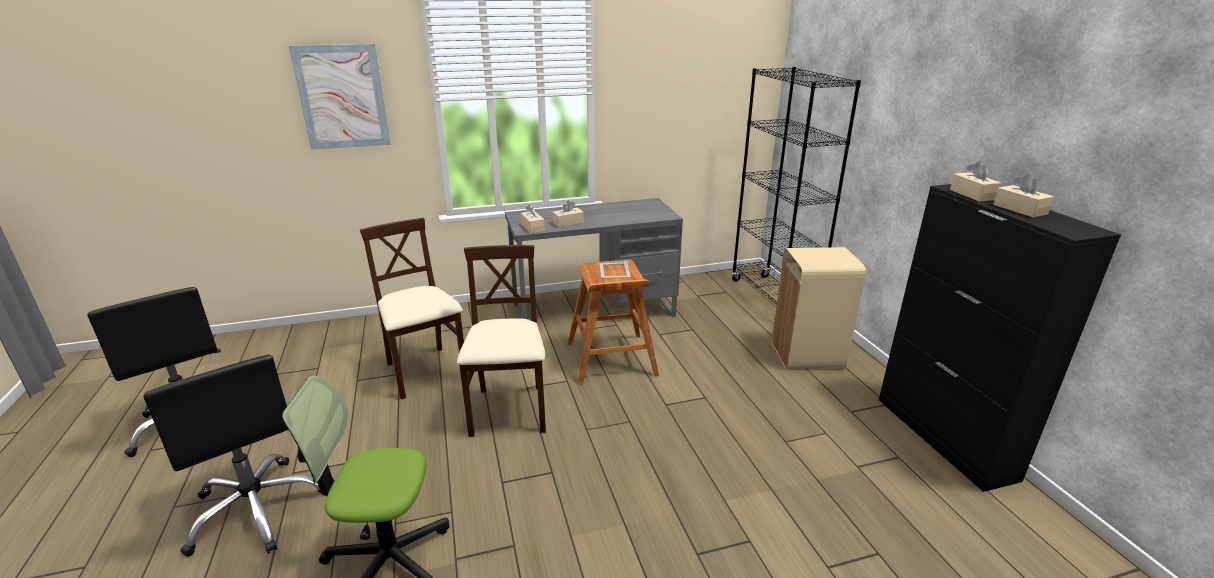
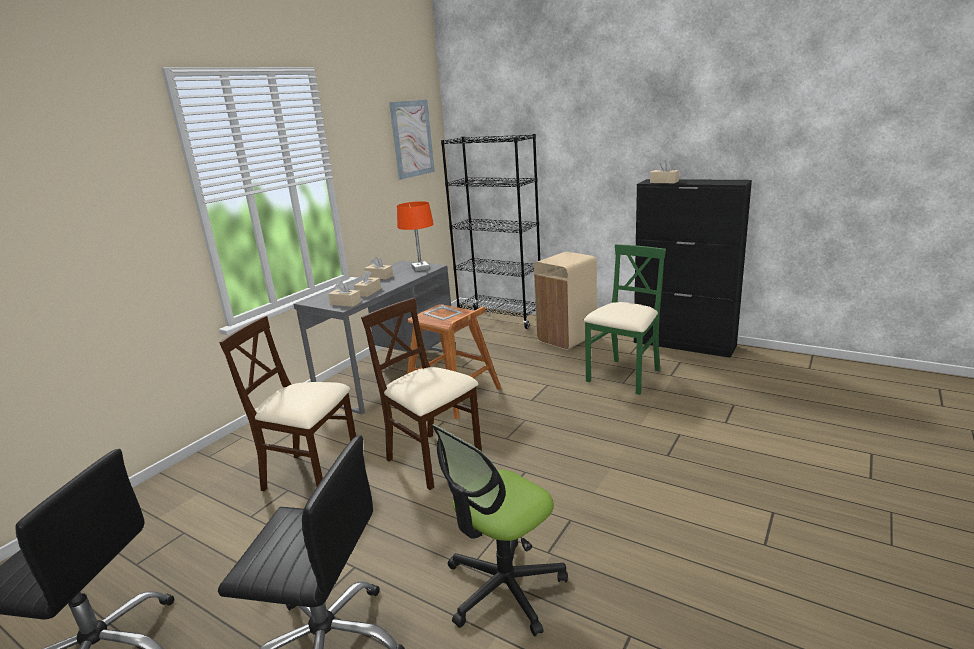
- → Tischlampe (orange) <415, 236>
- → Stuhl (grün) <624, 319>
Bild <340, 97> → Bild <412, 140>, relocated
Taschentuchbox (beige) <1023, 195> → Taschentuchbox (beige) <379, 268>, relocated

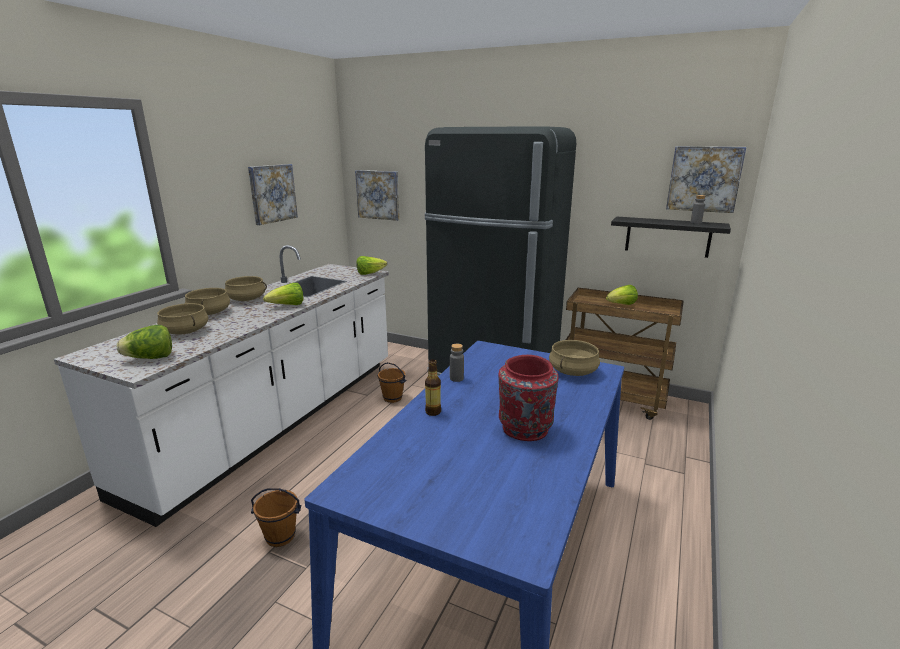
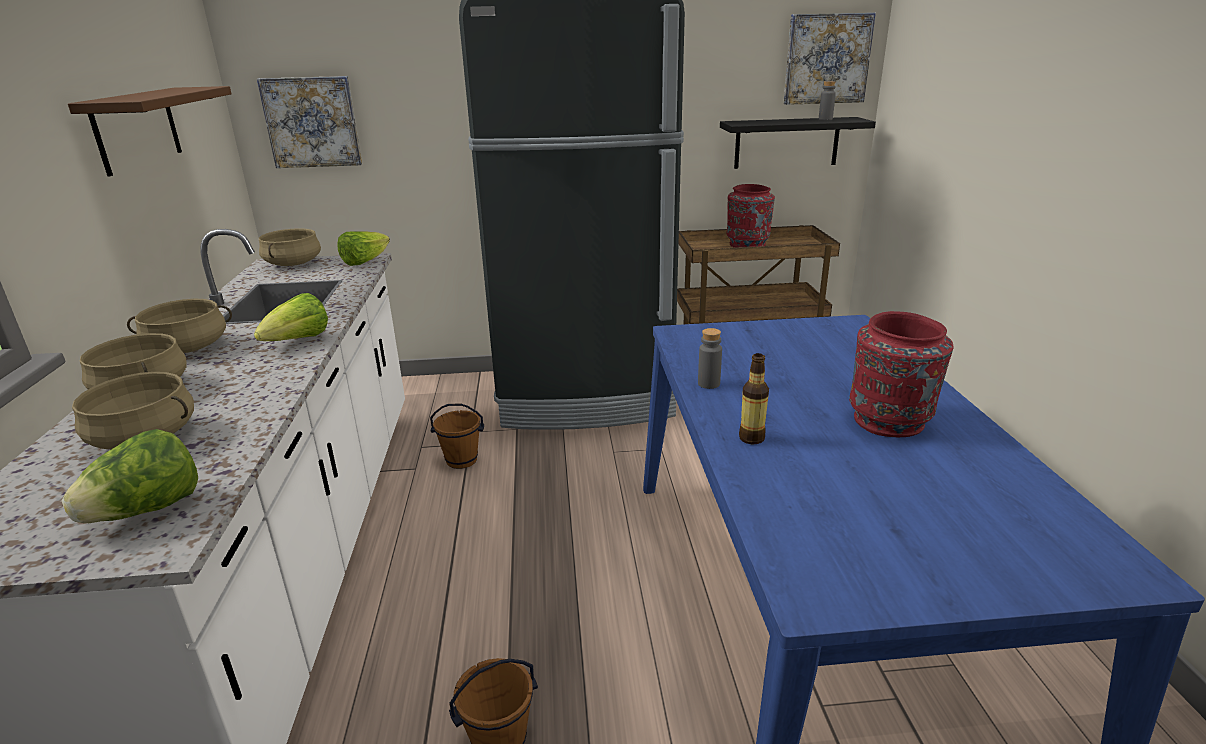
Kochtopf (beige) <574, 358> → Kochtopf (beige) <290, 247>, relocated
Bild <273, 194> → Wandregal (braun) <150, 131>
Salatkopf <622, 295> → Vase (rot) <750, 216>

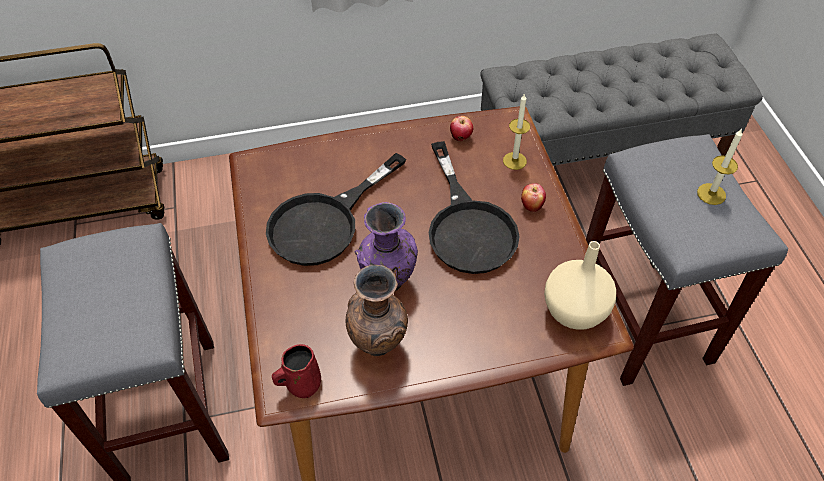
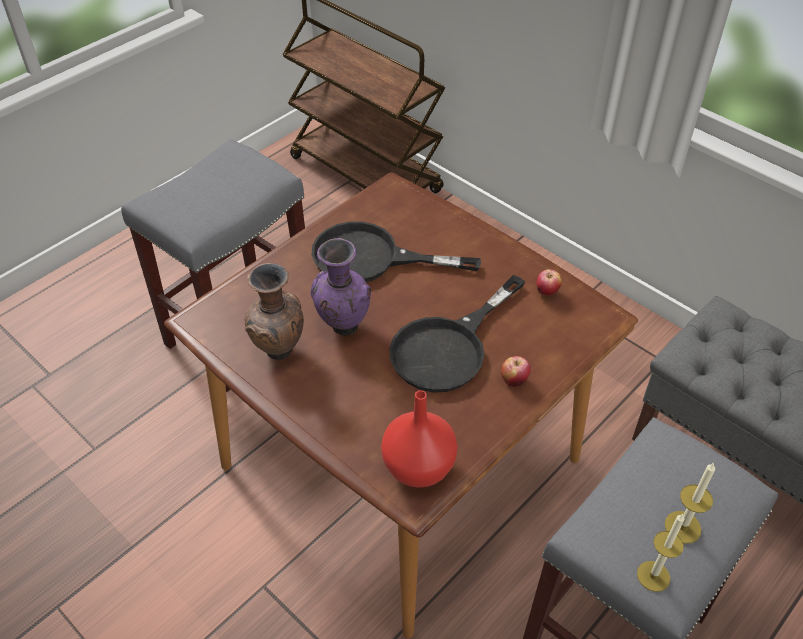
Henkelbecher (rot) <296, 371> → -
Kerze <516, 131> → Kerze <660, 553>, relocated
Vase (beige) <580, 285> → Vase (rot) <419, 439>

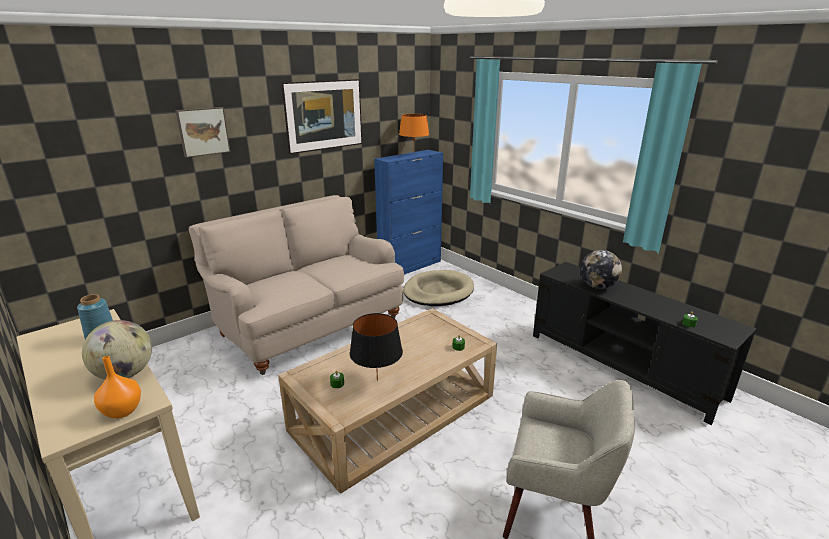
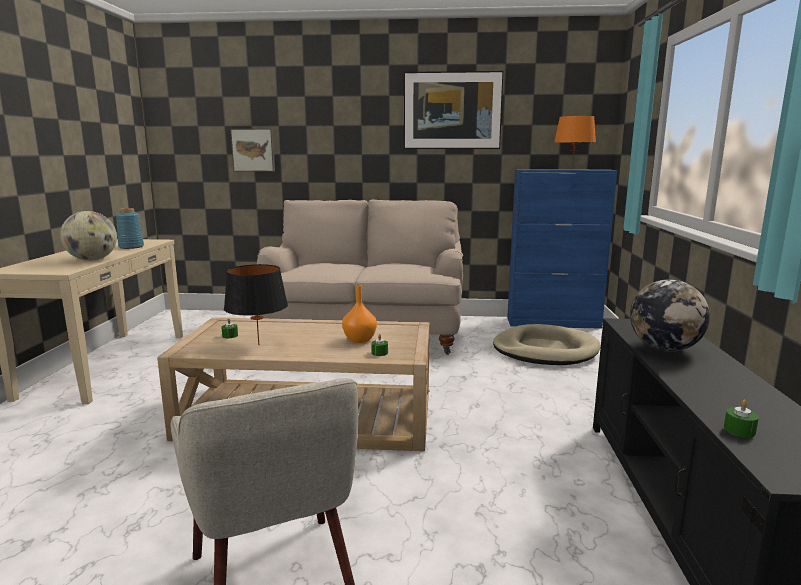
Vase (orange) <117, 387> → Vase (orange) <359, 314>, relocated
Bild <202, 132> → Bild <252, 150>, relocated

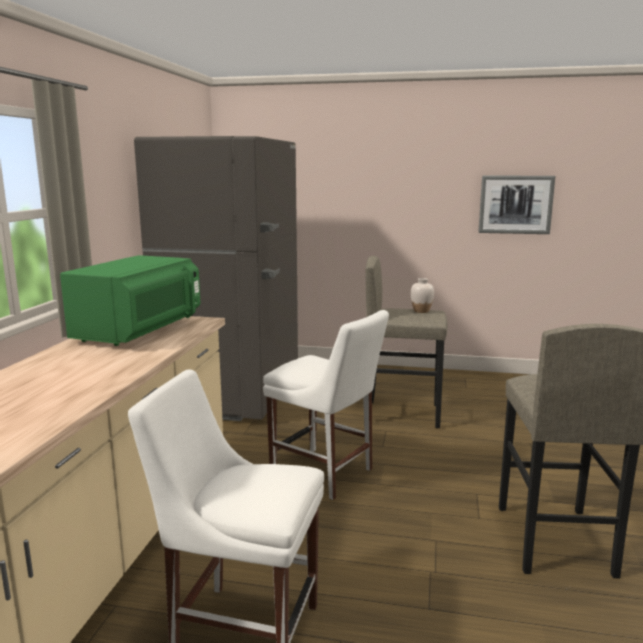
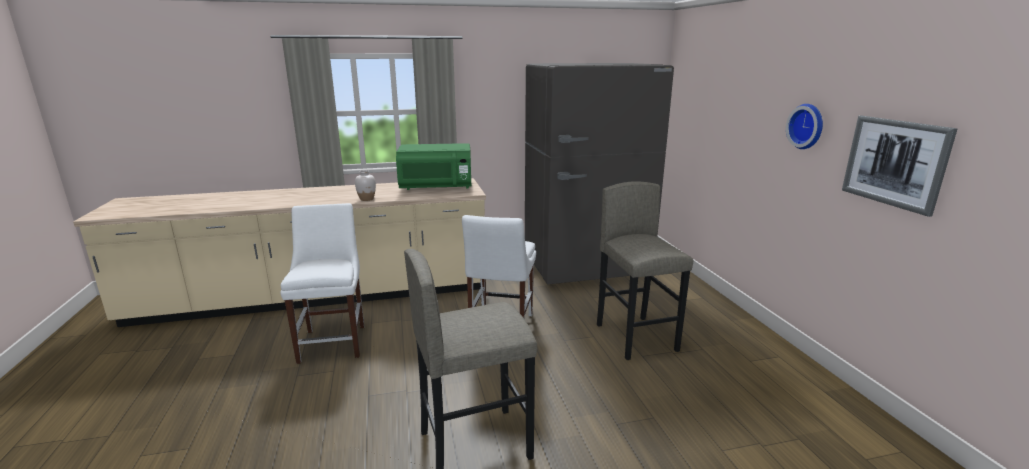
- → Wanduhr <804, 126>
Vase (weiß) <422, 295> → Vase (weiß) <365, 185>, relocated

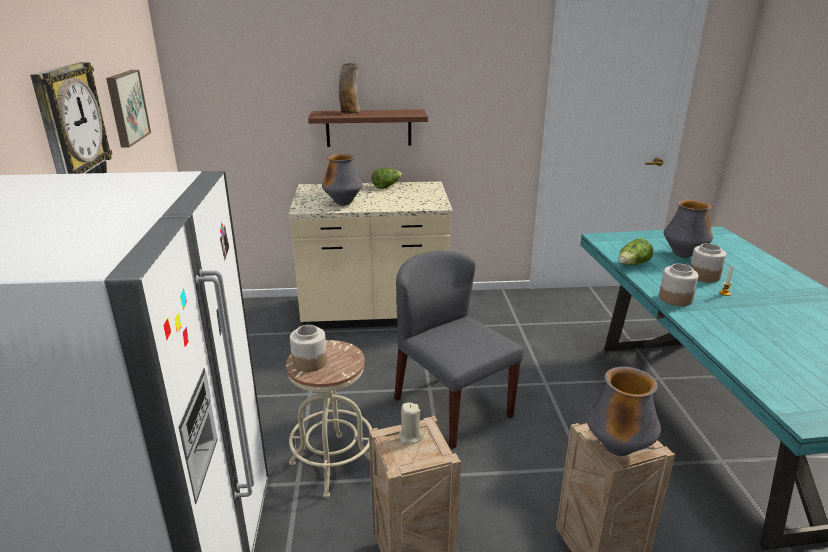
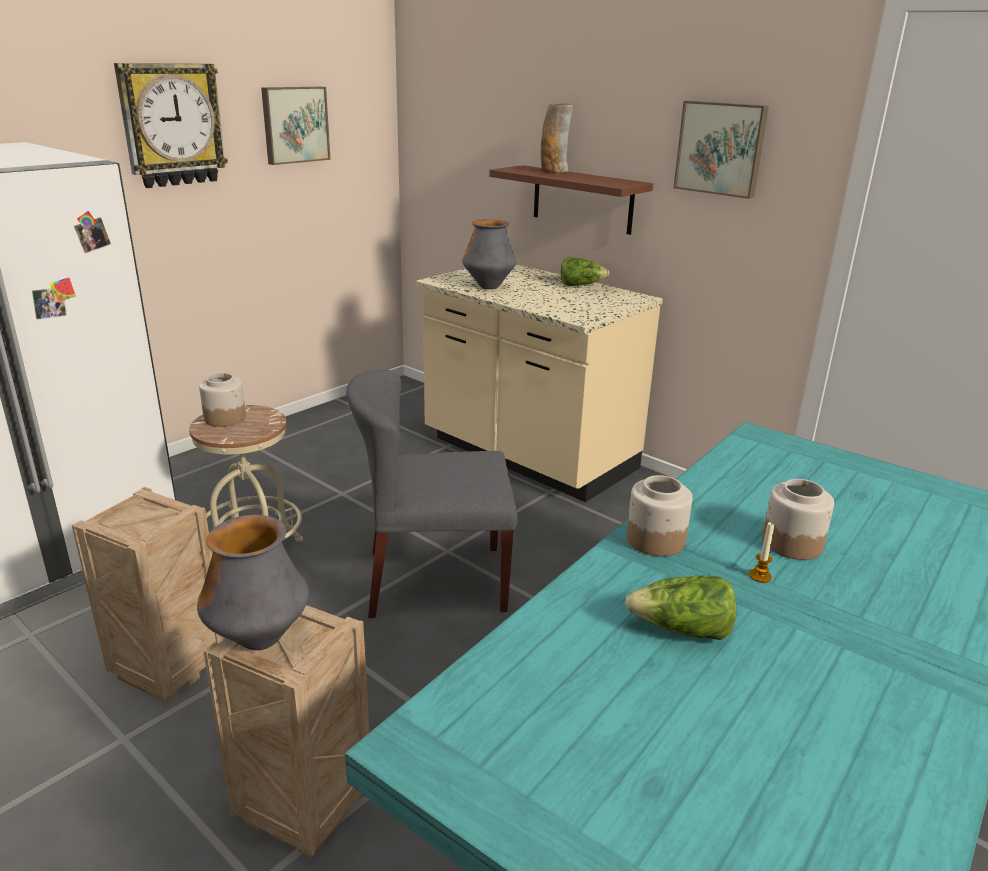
Kerze (beige) <410, 423> → -
Vase <688, 229> → -
- → Bild <721, 150>
Salatkopf <636, 252> → Salatkopf <680, 608>, relocated
Stuhl (grau) <459, 350> → Stuhl (grau) <432, 493>, 105 degrees counterclockwise

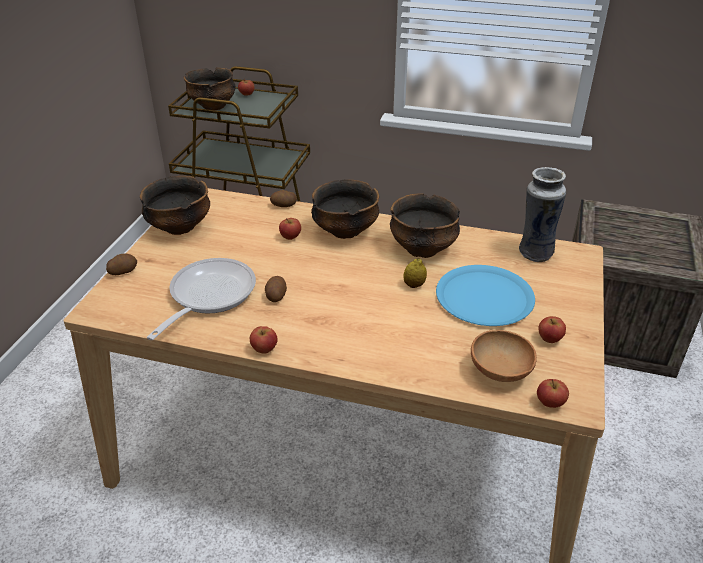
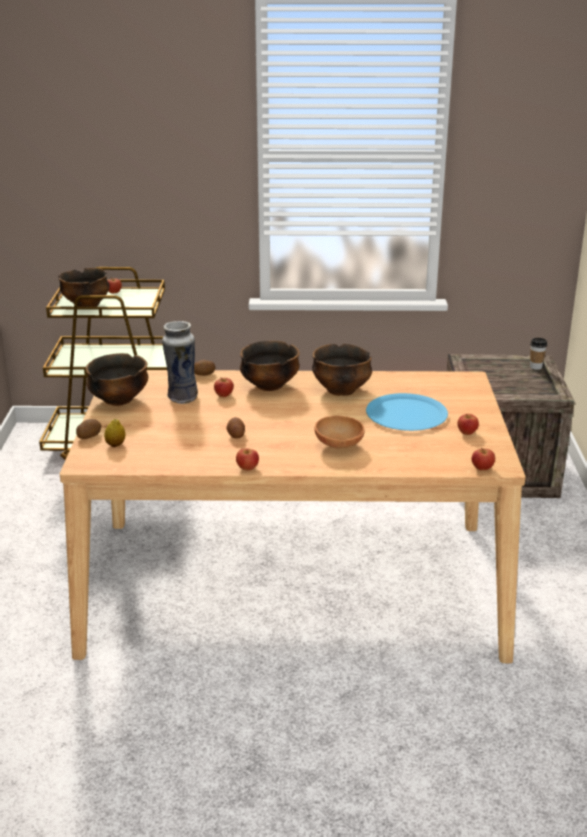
Pfanne <201, 299> → -
- → Tasse <538, 354>
Zitrone <415, 273> → Zitrone <114, 433>, relocated
Schüssel (braun) <504, 356> → Schüssel (braun) <339, 432>, relocated
Vase <542, 214> → Vase <180, 362>, relocated

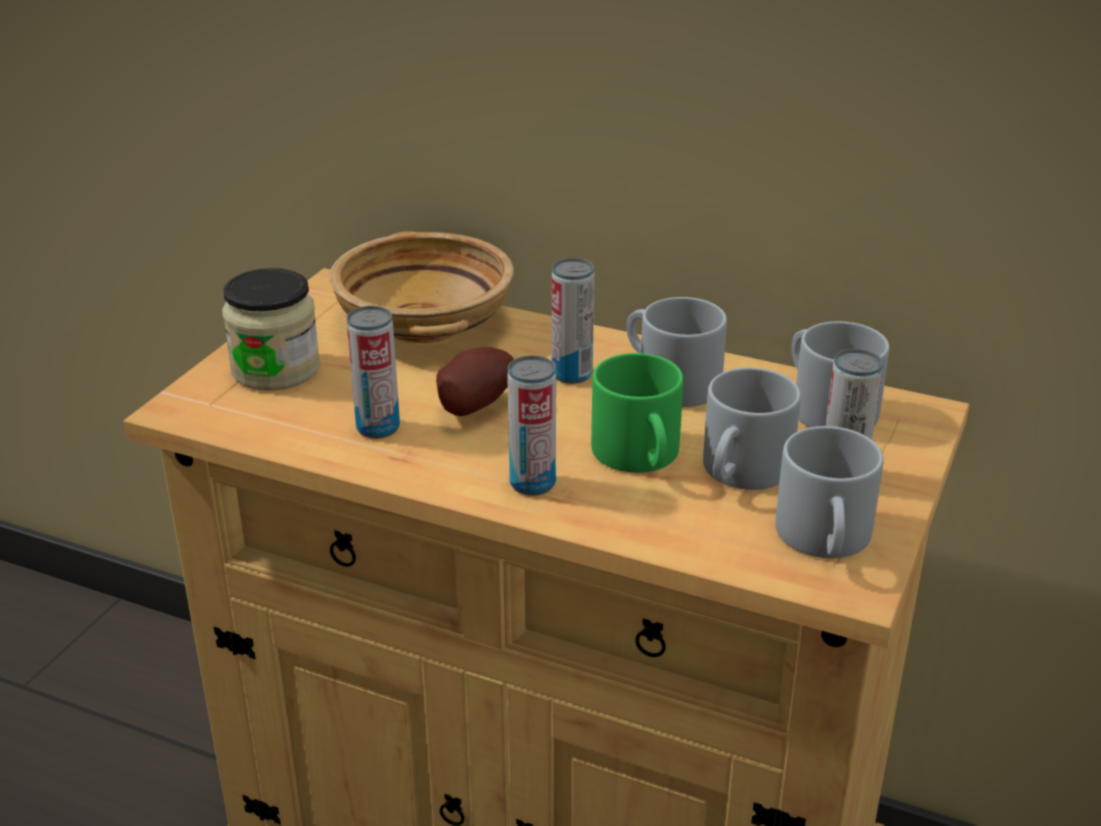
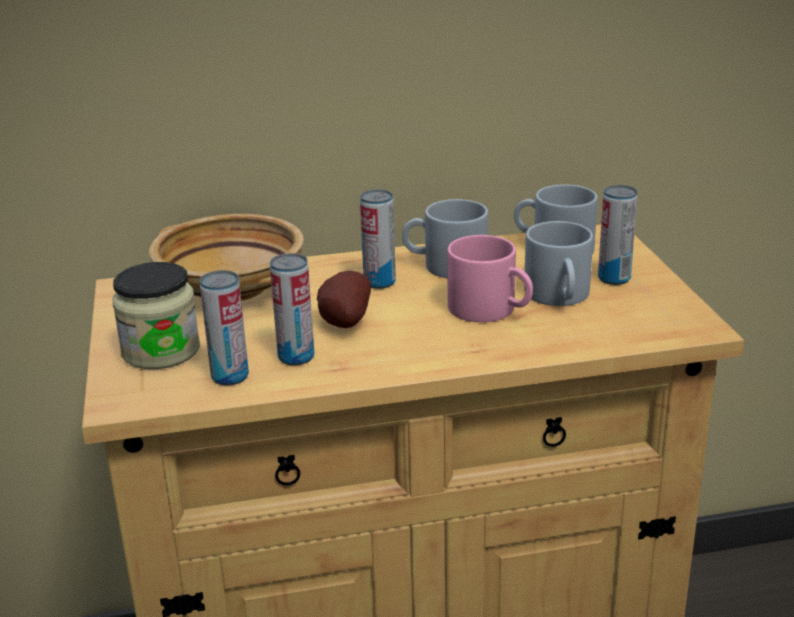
Henkelbecher (grau) <829, 492> → -
Dose <531, 425> → Dose <224, 328>, relocated
Henkelbecher (grün) <637, 413> → Henkelbecher (rosa) <490, 278>

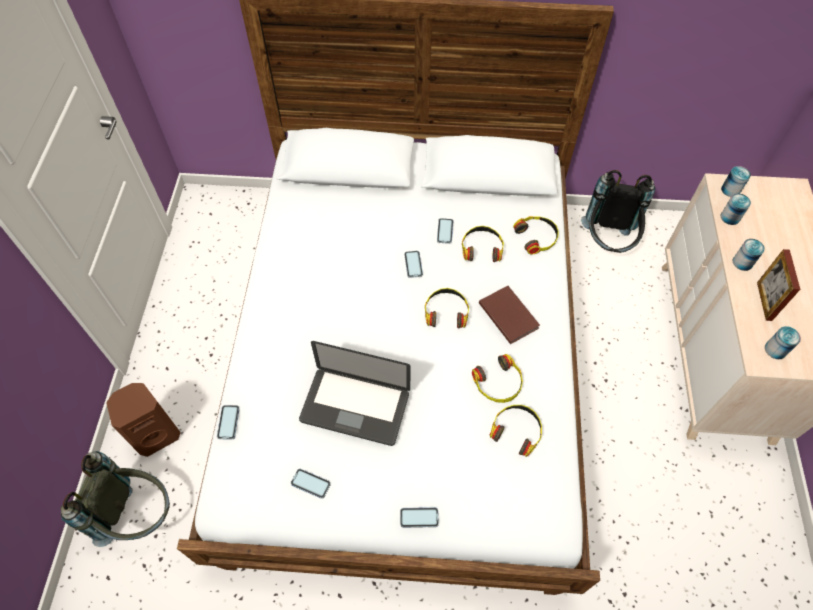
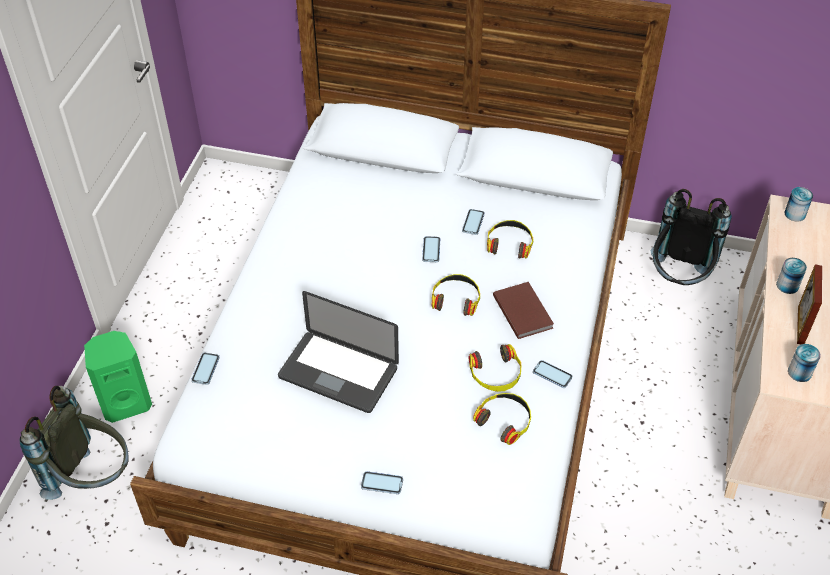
Kopfhörer <536, 235> → -
Dose <736, 209> → -
Handy <311, 484> → Handy <553, 374>, relocated
Lautsprecher (braun) <143, 420> → Lautsprecher (grün) <118, 377>

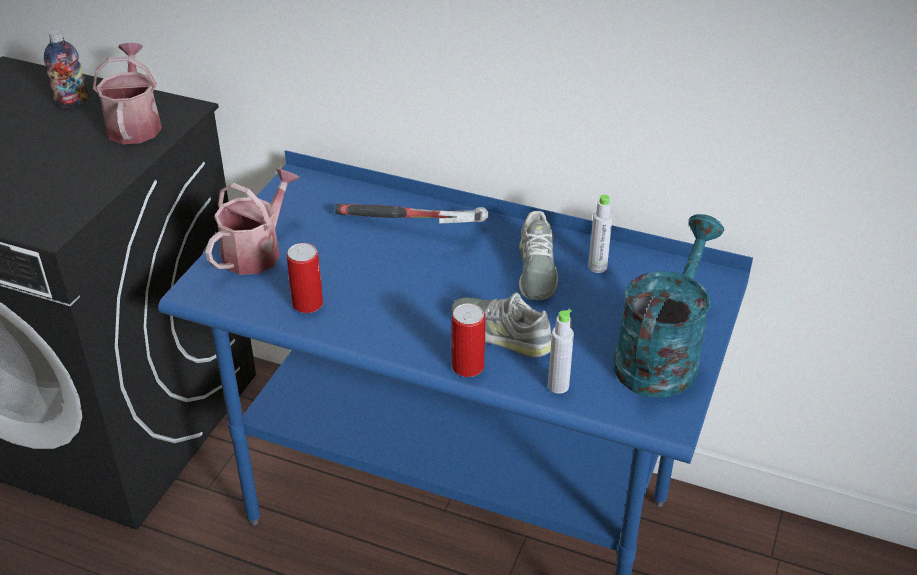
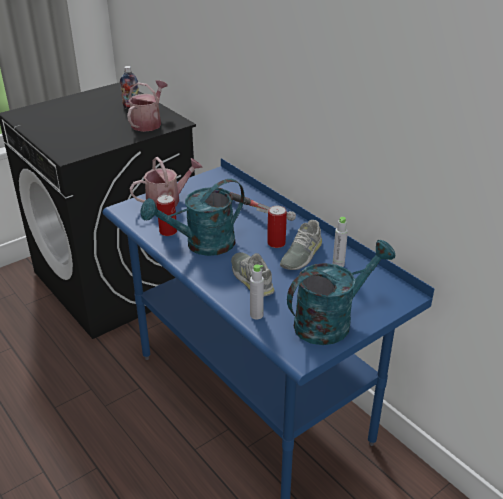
- → Gießkanne (türkis) <192, 217>
Dose <468, 340> → Dose <277, 227>, relocated

